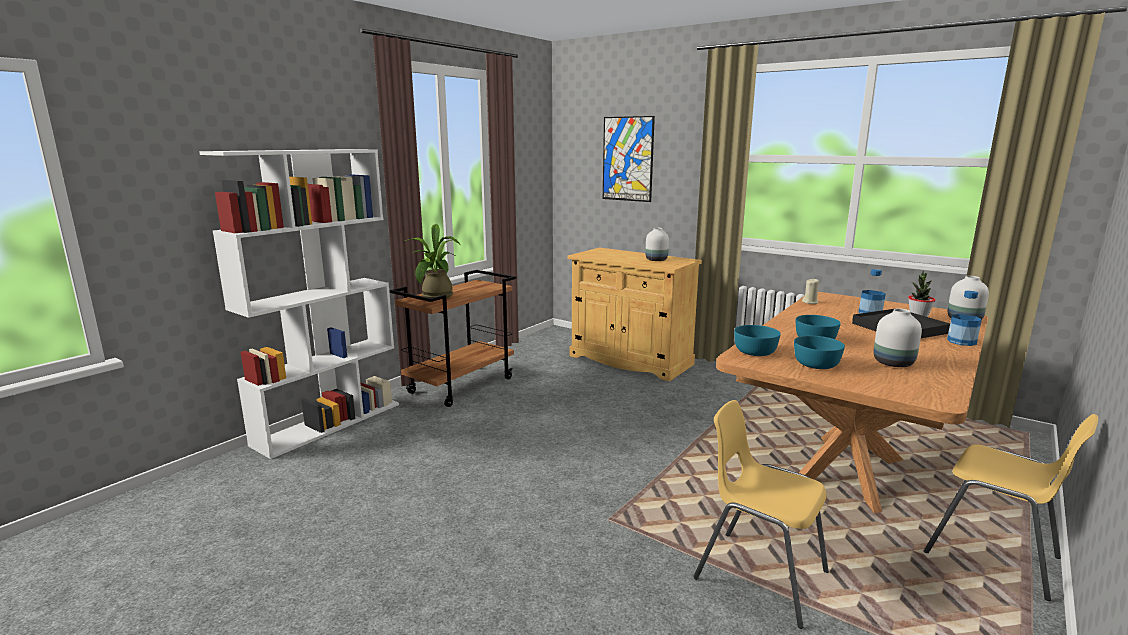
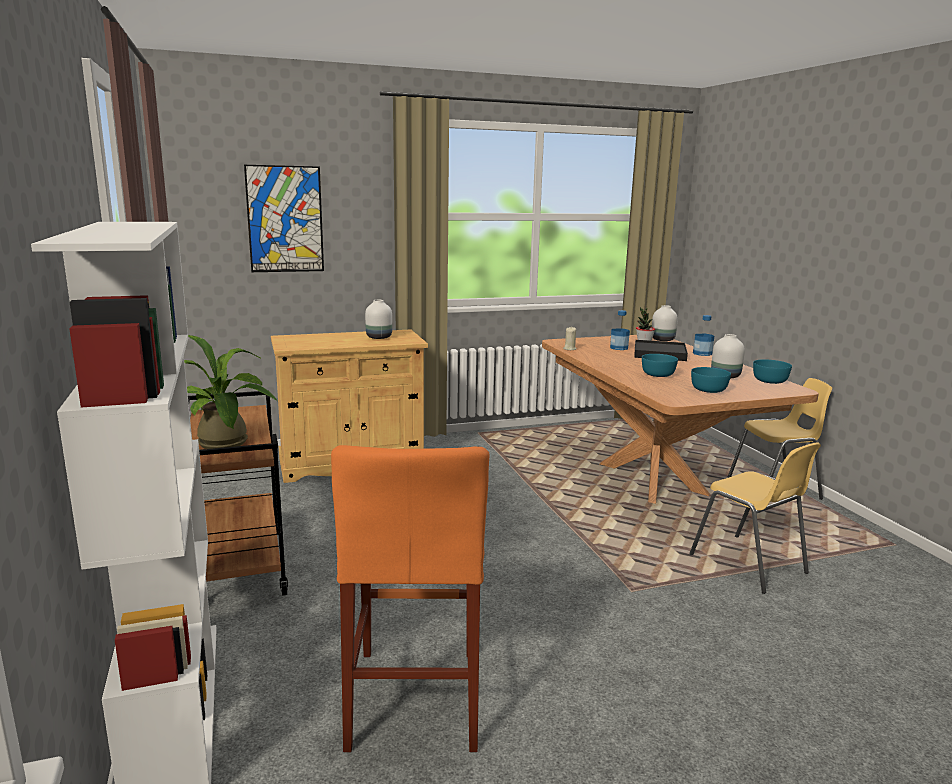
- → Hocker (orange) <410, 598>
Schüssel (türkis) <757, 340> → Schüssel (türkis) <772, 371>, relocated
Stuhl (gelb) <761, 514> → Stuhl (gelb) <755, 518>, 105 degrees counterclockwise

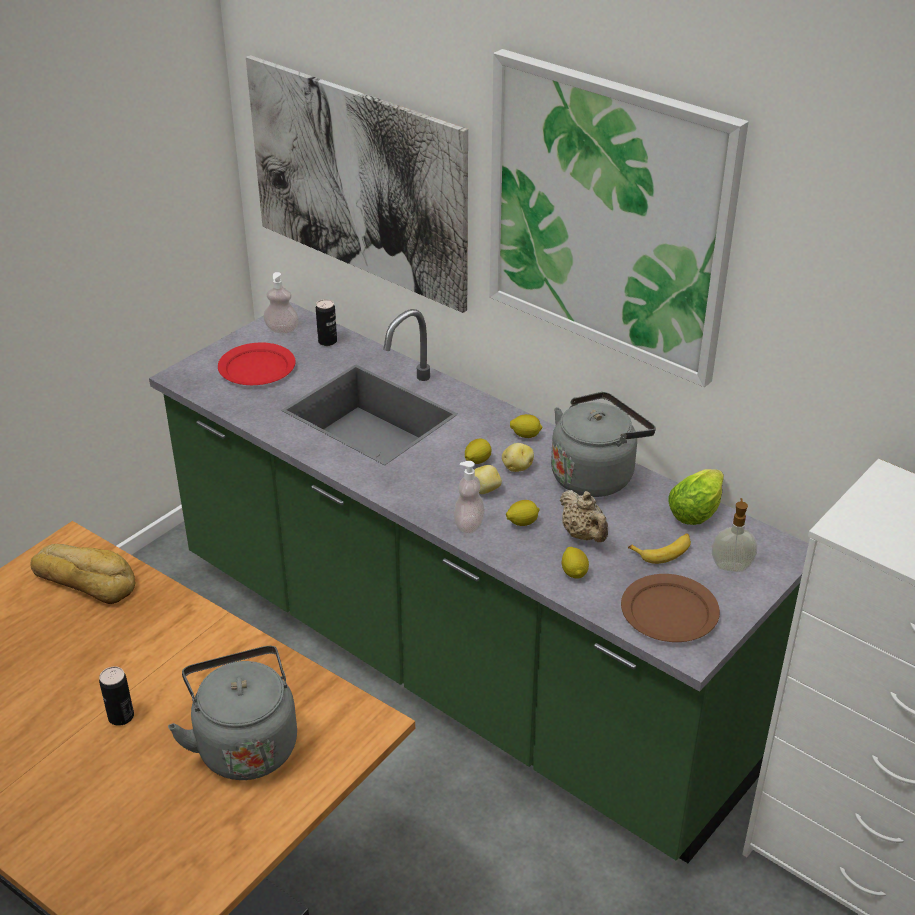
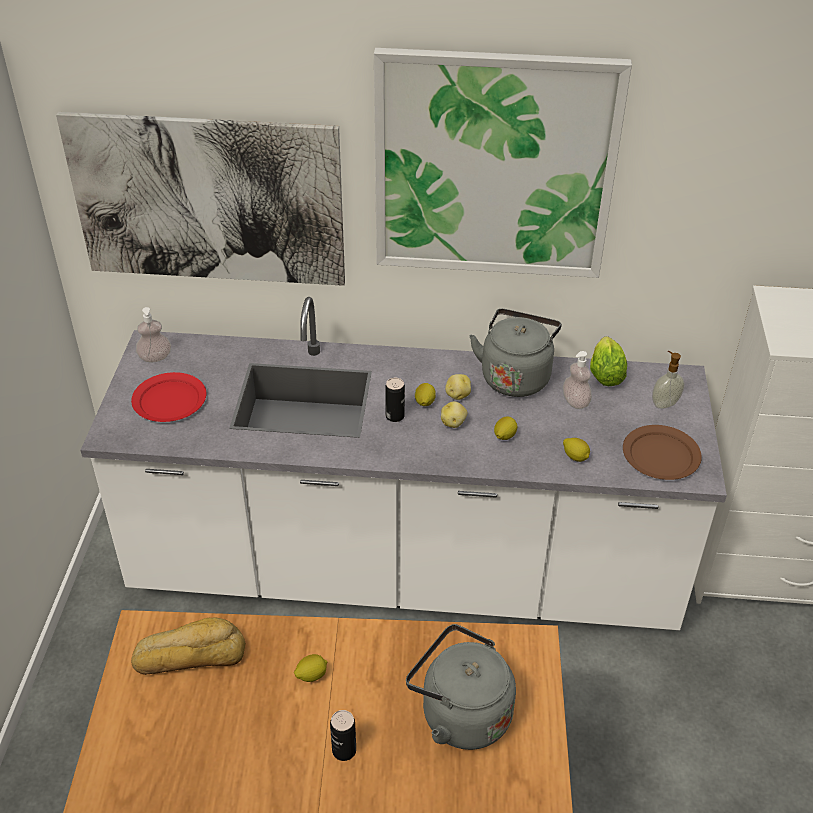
Teekanne (beige) <584, 516> → -
Banane <659, 548> → -
Dose <326, 322> → Dose <395, 400>, relocated
Seifenspender <469, 497> → Seifenspender <577, 380>, relocated
Zitrone <526, 426> → Zitrone <310, 668>, relocated
Küchenzeile (grün) <479, 582> → Küchenzeile (weiß) <403, 463>

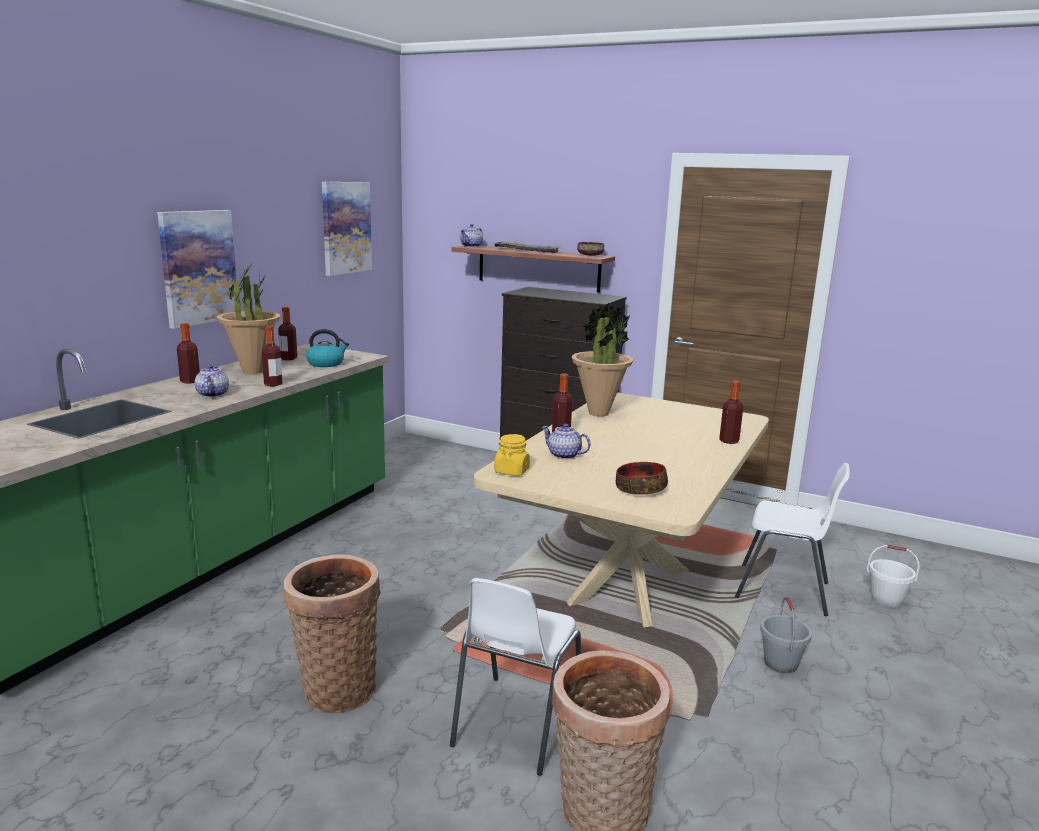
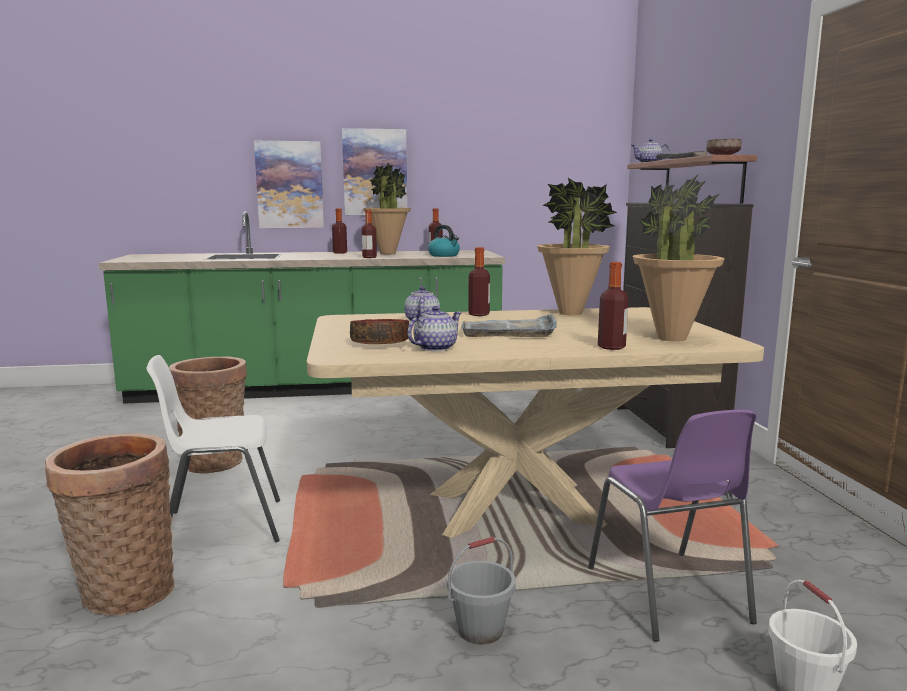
Vorratsglas (gelb) <512, 455> → -
- → Tablett (grau) <509, 325>
- → Topfpflanze <679, 258>
Teekanne <212, 381> → Teekanne <434, 328>, relocated
Bild <347, 229> → Bild <289, 184>, relocated
Stuhl (weiß) <792, 539> → Stuhl (lila) <672, 526>

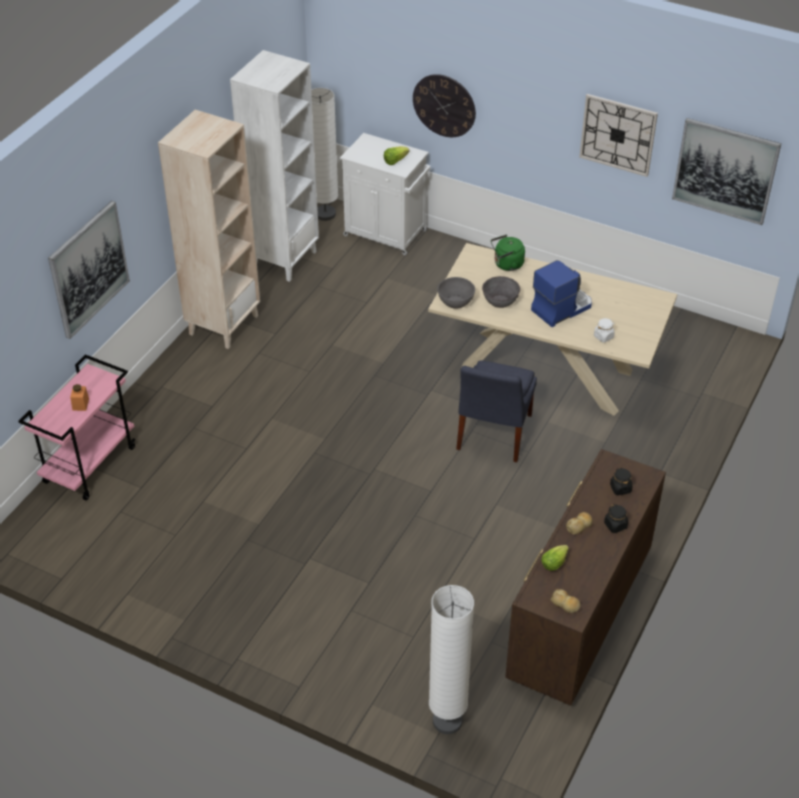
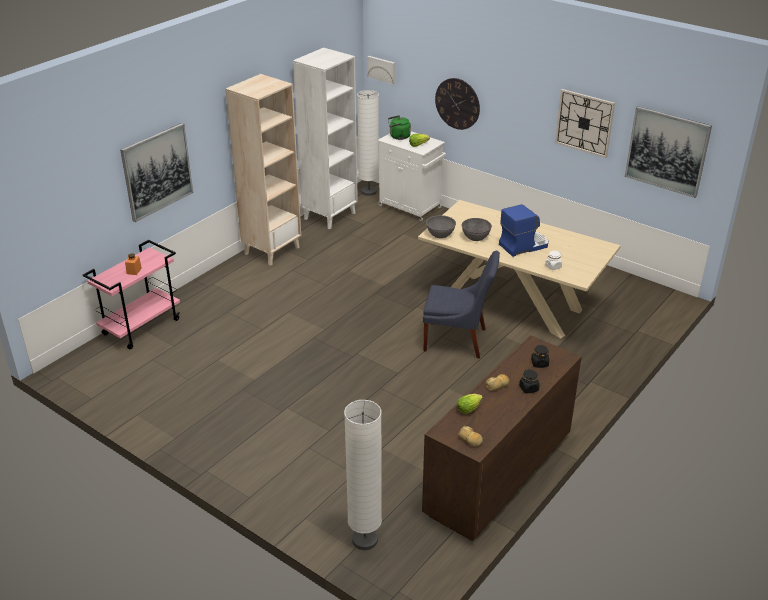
- → Bild <381, 70>
Wasserkessel (grün) <508, 253> → Wasserkessel (grün) <399, 127>, relocated
Stuhl (blau) <496, 411> → Stuhl (blau) <461, 305>, 105 degrees counterclockwise

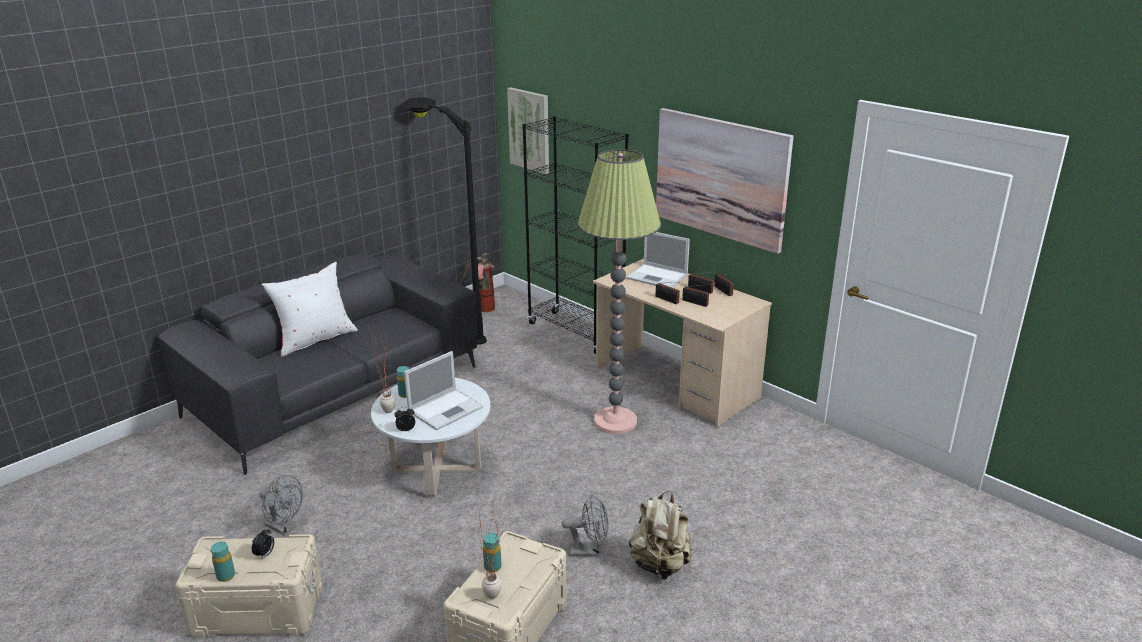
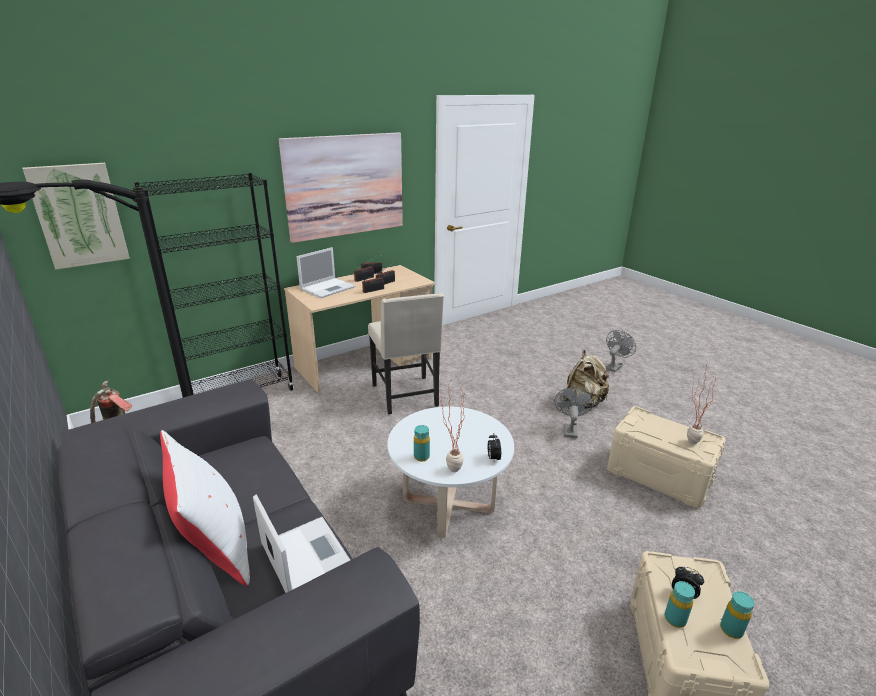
Ventilator (grau) <281, 505> → Ventilator (grau) <621, 351>, relocated
Laptop <443, 390> → Laptop <301, 544>, relocated
Flasche (türkis) <492, 553> → Flasche (türkis) <680, 604>, relocated
Stehlampe <619, 291> → Stuhl (beige) <406, 354>

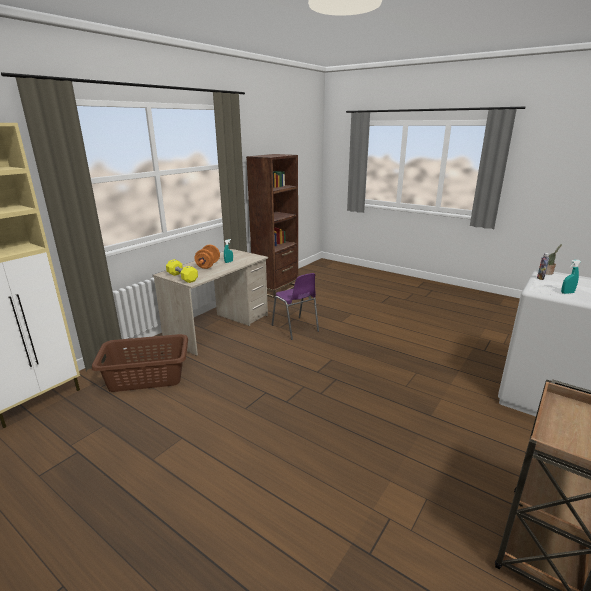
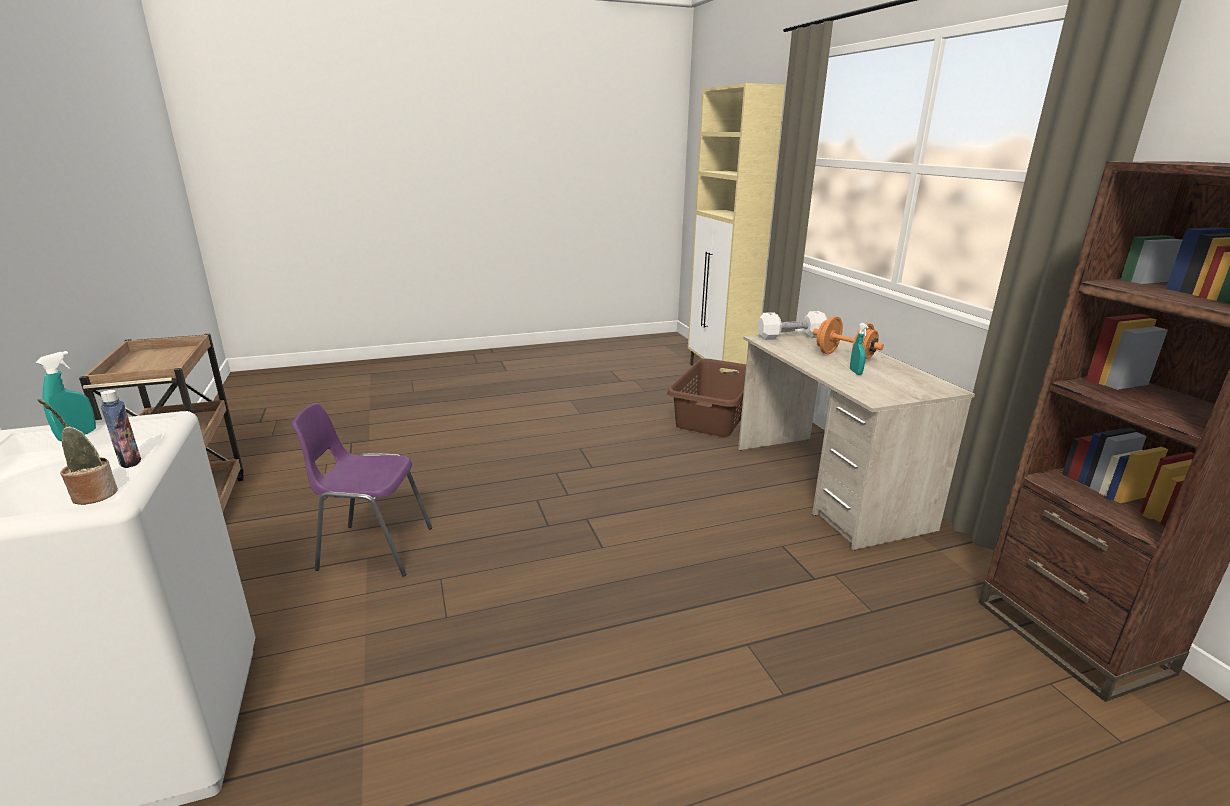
Stuhl (lila) <295, 306> → Stuhl (lila) <362, 490>, relocated
Hantel (gelb) <182, 271> → Hantel (weiß) <792, 325>

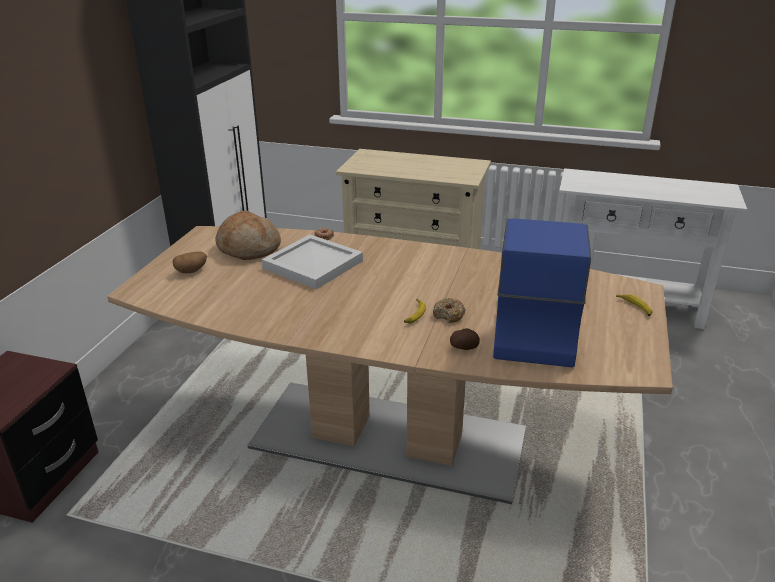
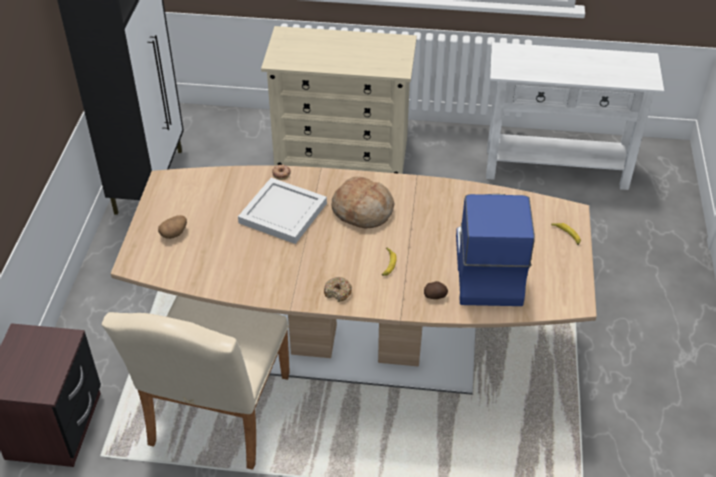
- → Stuhl (beige) <196, 383>
Brot <248, 235> → Brot <363, 202>, relocated
Donut <449, 310> → Donut <338, 289>, relocated

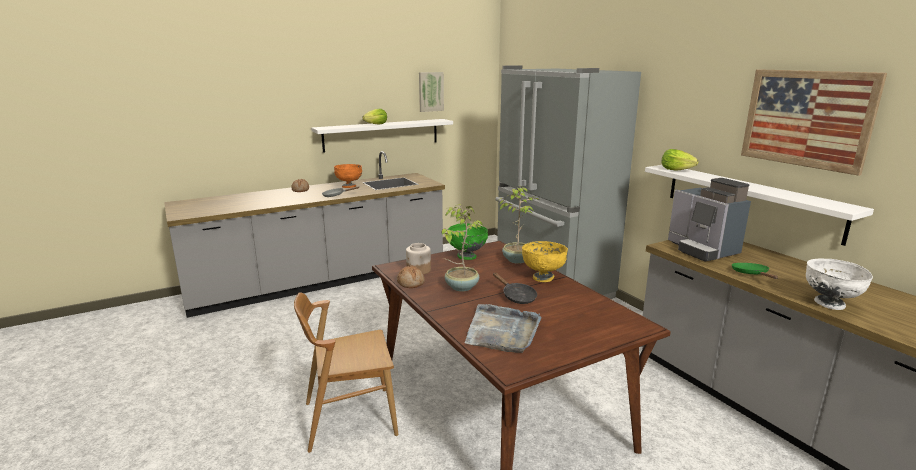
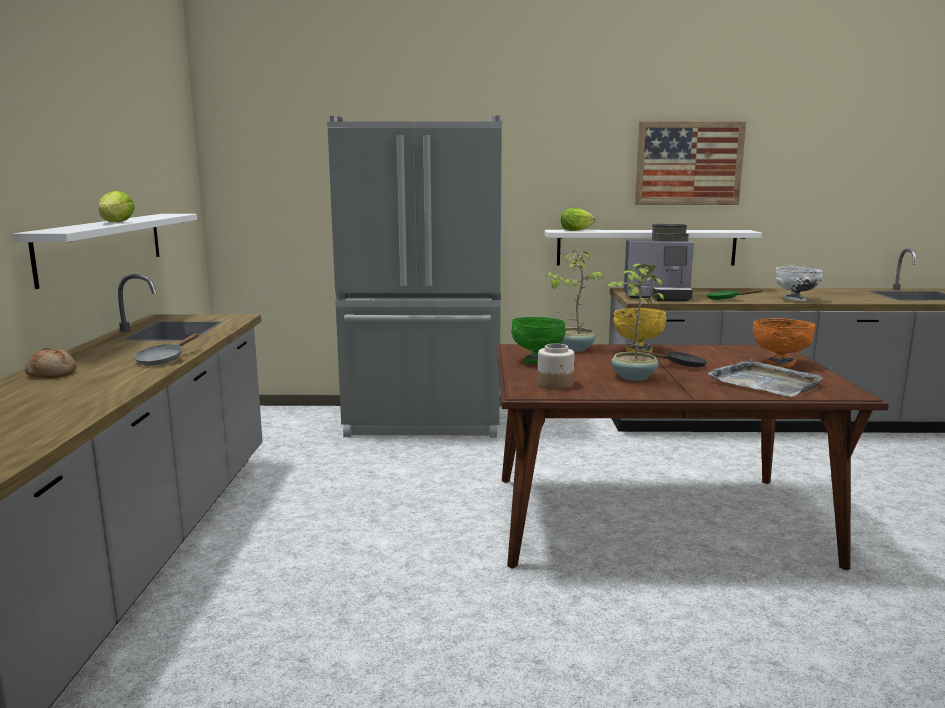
Stuhl (braun) <346, 372> → -
Brot <411, 277> → -
Bild <431, 92> → -
Schüssel (orange) <348, 176> → Schüssel (orange) <784, 342>, relocated

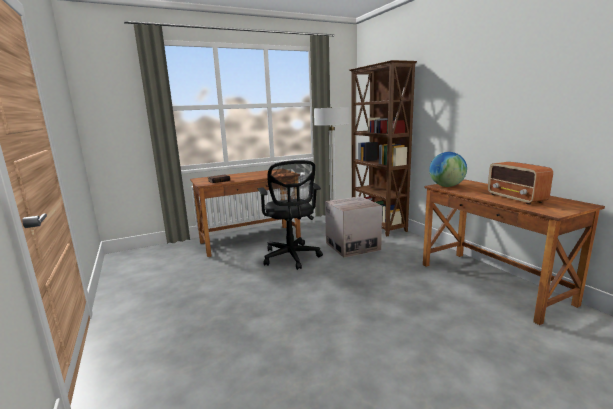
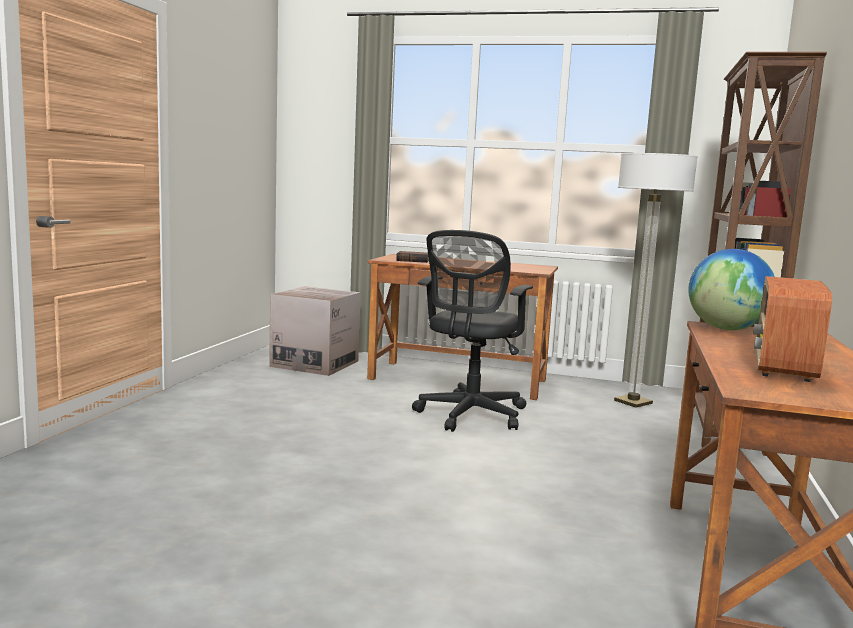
Karton <353, 227> → Karton <315, 331>, relocated

